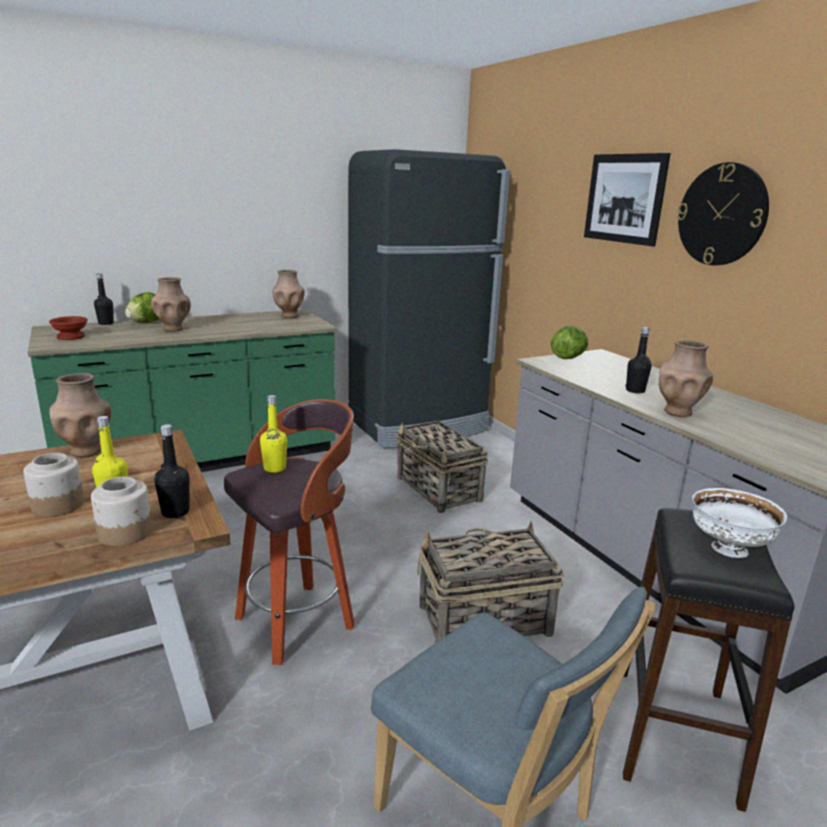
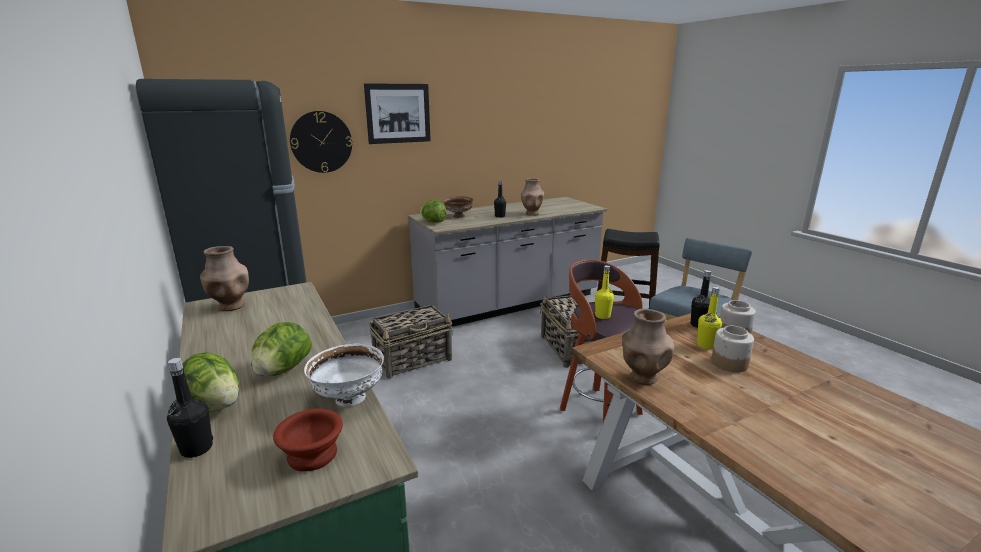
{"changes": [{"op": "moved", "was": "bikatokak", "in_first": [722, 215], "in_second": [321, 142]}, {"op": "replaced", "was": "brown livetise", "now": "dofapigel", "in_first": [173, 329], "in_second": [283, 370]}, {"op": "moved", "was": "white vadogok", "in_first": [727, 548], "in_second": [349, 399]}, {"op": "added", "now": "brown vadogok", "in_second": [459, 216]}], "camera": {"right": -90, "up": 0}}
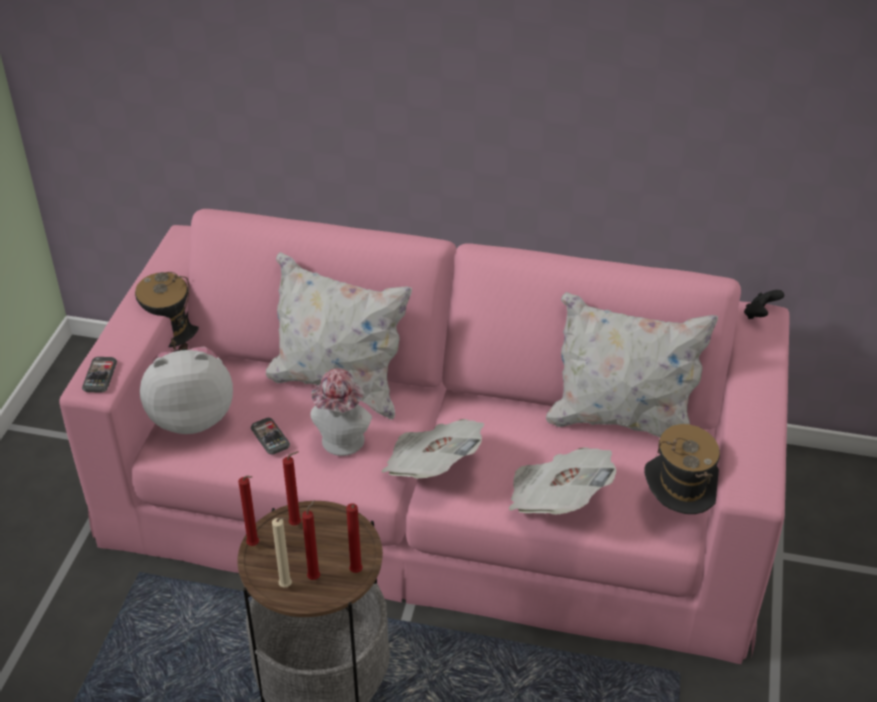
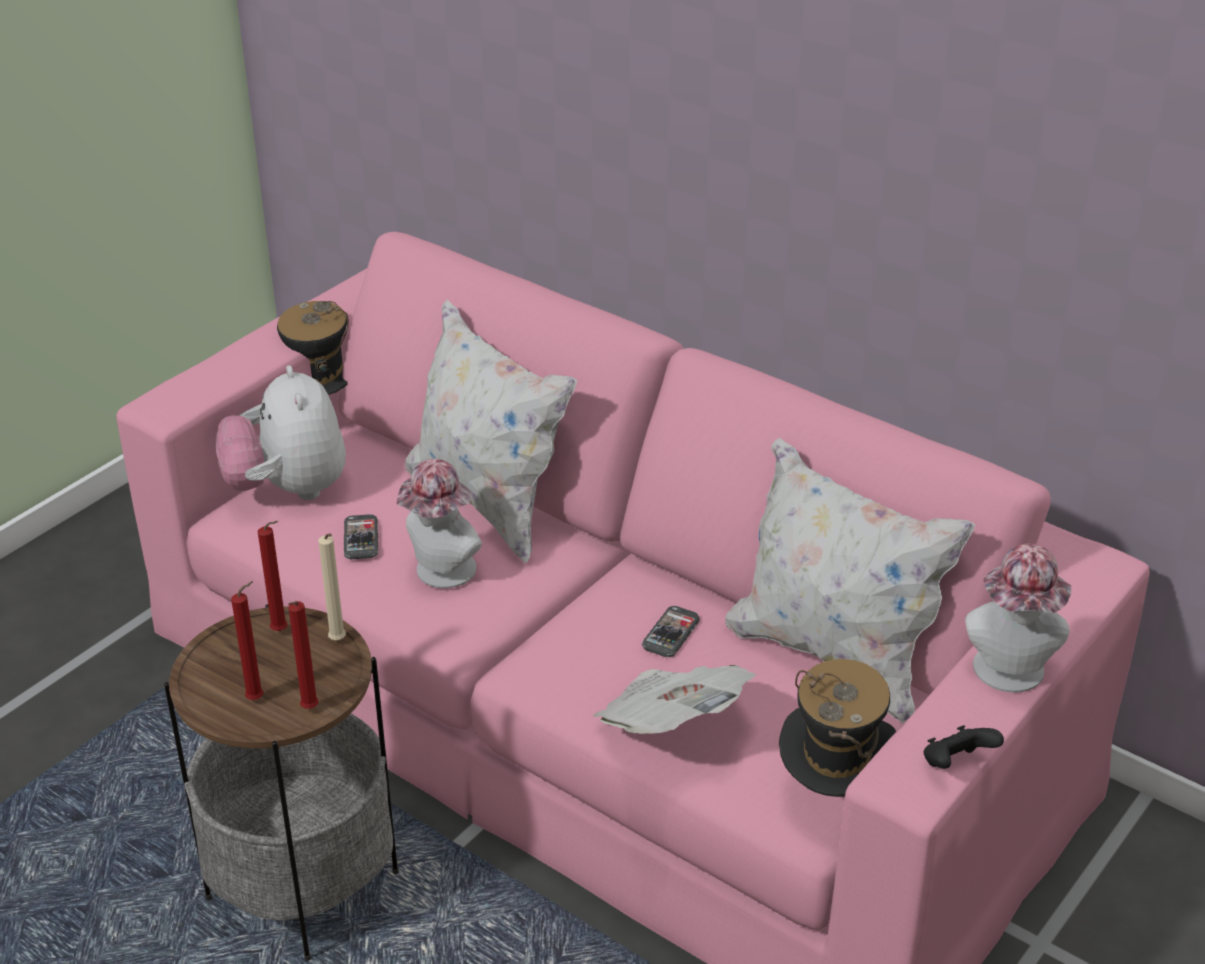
{"changes": [{"op": "moved", "was": "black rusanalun", "in_first": [760, 315], "in_second": [956, 765]}, {"op": "turned", "was": "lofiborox", "in_first": [192, 417], "in_second": [288, 489], "clockwise": -120}, {"op": "moved", "was": "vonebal", "in_first": [100, 376], "in_second": [671, 633]}, {"op": "removed", "was": "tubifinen", "in_first": [432, 466]}, {"op": "removed", "was": "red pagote", "in_first": [255, 545]}, {"op": "moved", "was": "beige pagote", "in_first": [287, 586], "in_second": [338, 642]}, {"op": "added", "now": "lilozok", "in_second": [1010, 675]}], "camera": {"right": 25, "up": -5}}
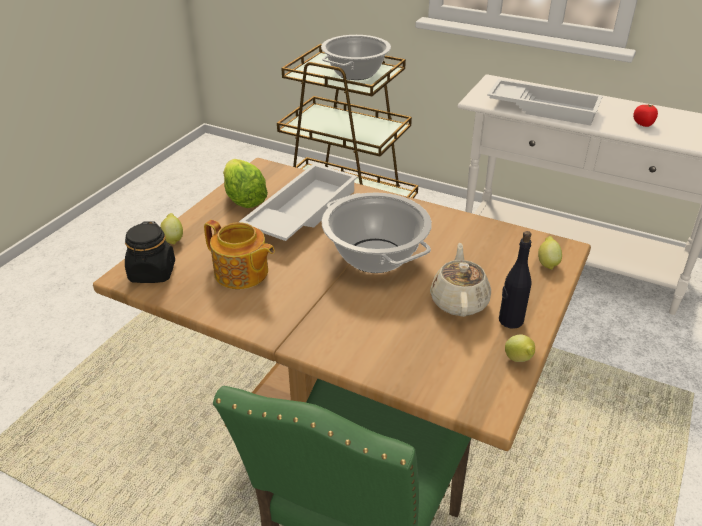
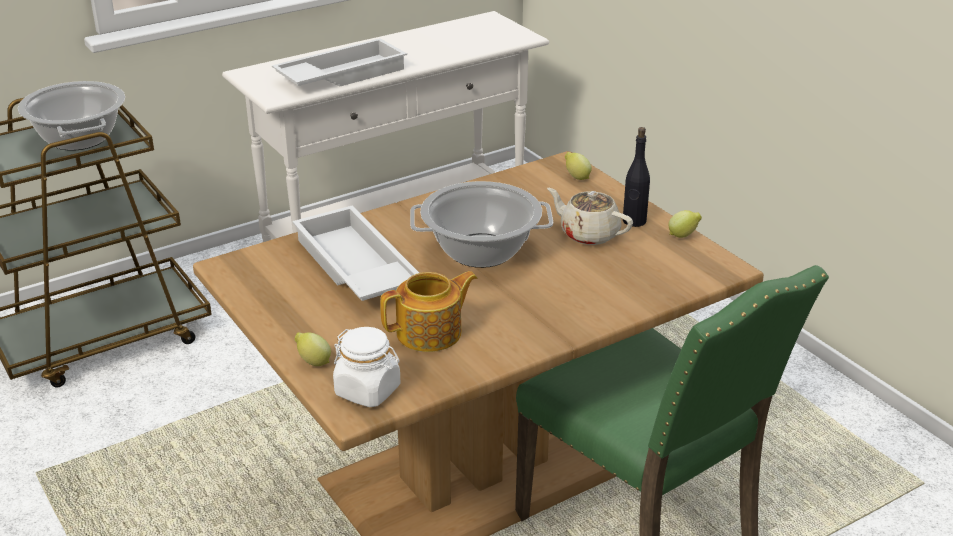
{"changes": [{"op": "removed", "was": "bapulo", "in_first": [643, 124]}, {"op": "removed", "was": "dofapigel", "in_first": [244, 199]}, {"op": "recoloured", "was": "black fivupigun", "now": "white fivupigun", "in_first": [152, 272], "in_second": [368, 391]}], "camera": {"right": -60, "up": -5}}
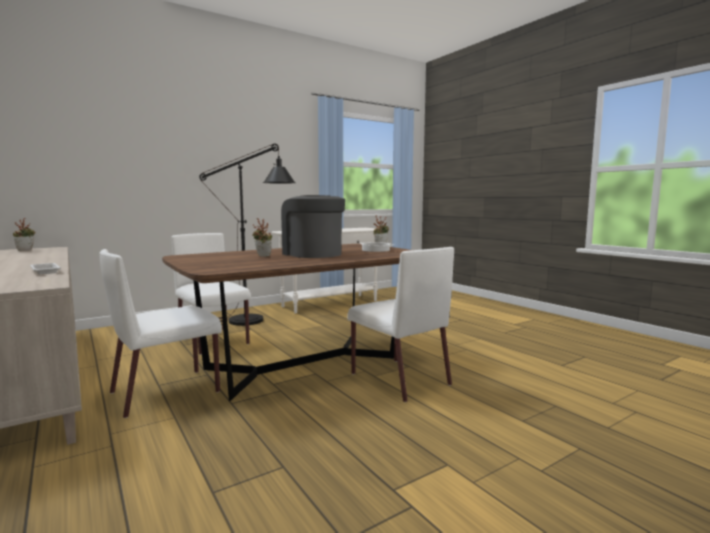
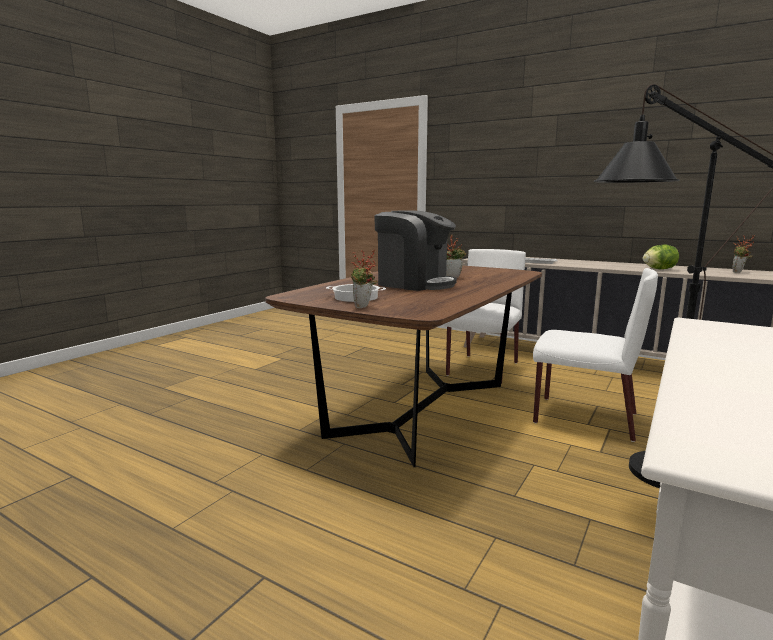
{"changes": [{"op": "removed", "was": "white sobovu", "in_first": [398, 378]}, {"op": "added", "now": "dofapigel", "in_second": [659, 269]}], "camera": {"right": 155, "up": 5}}
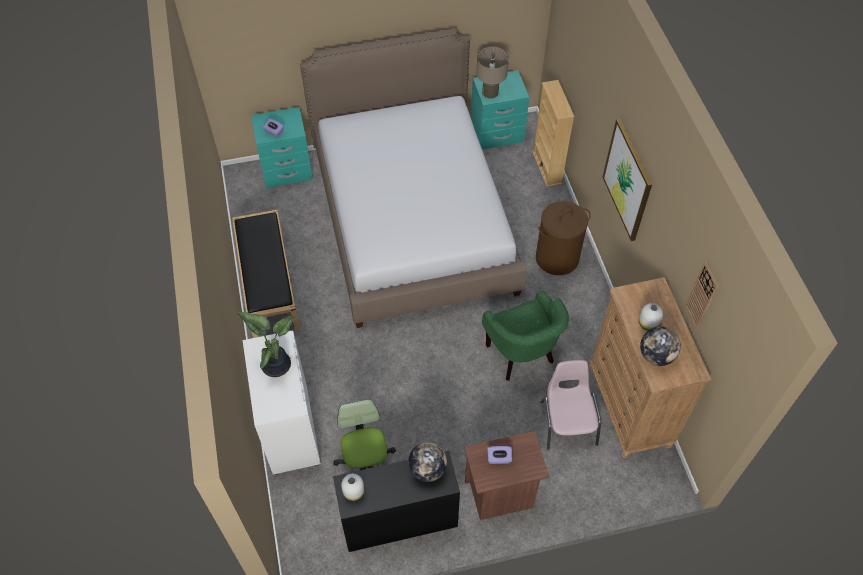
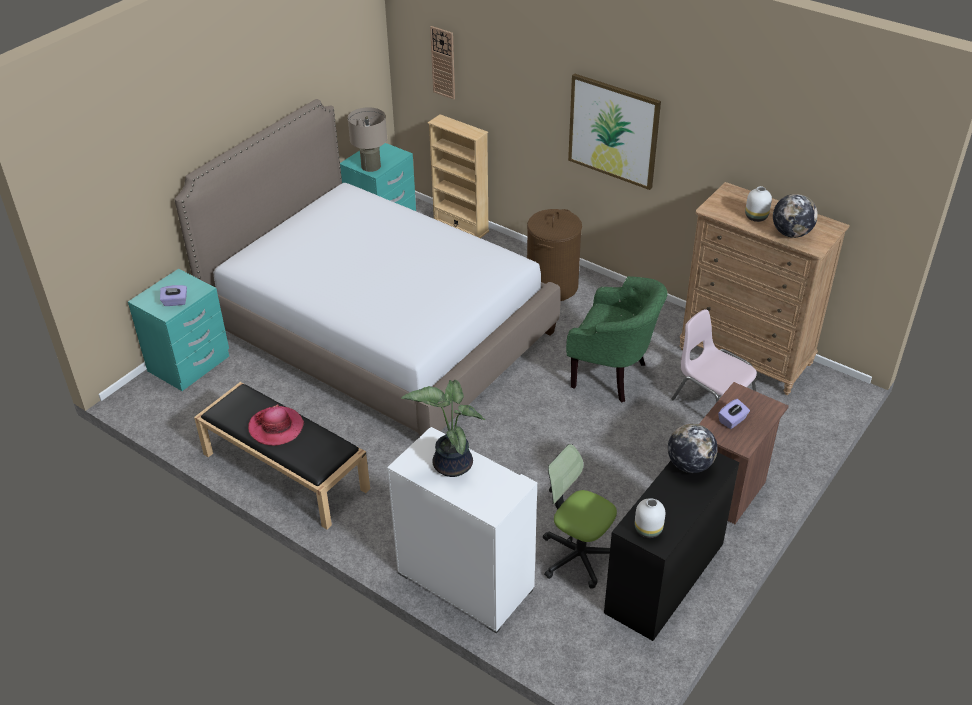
{"changes": [{"op": "moved", "was": "bikatokak", "in_first": [702, 296], "in_second": [443, 62]}, {"op": "added", "now": "lilozok", "in_second": [276, 427]}], "camera": {"right": -40, "up": -15}}
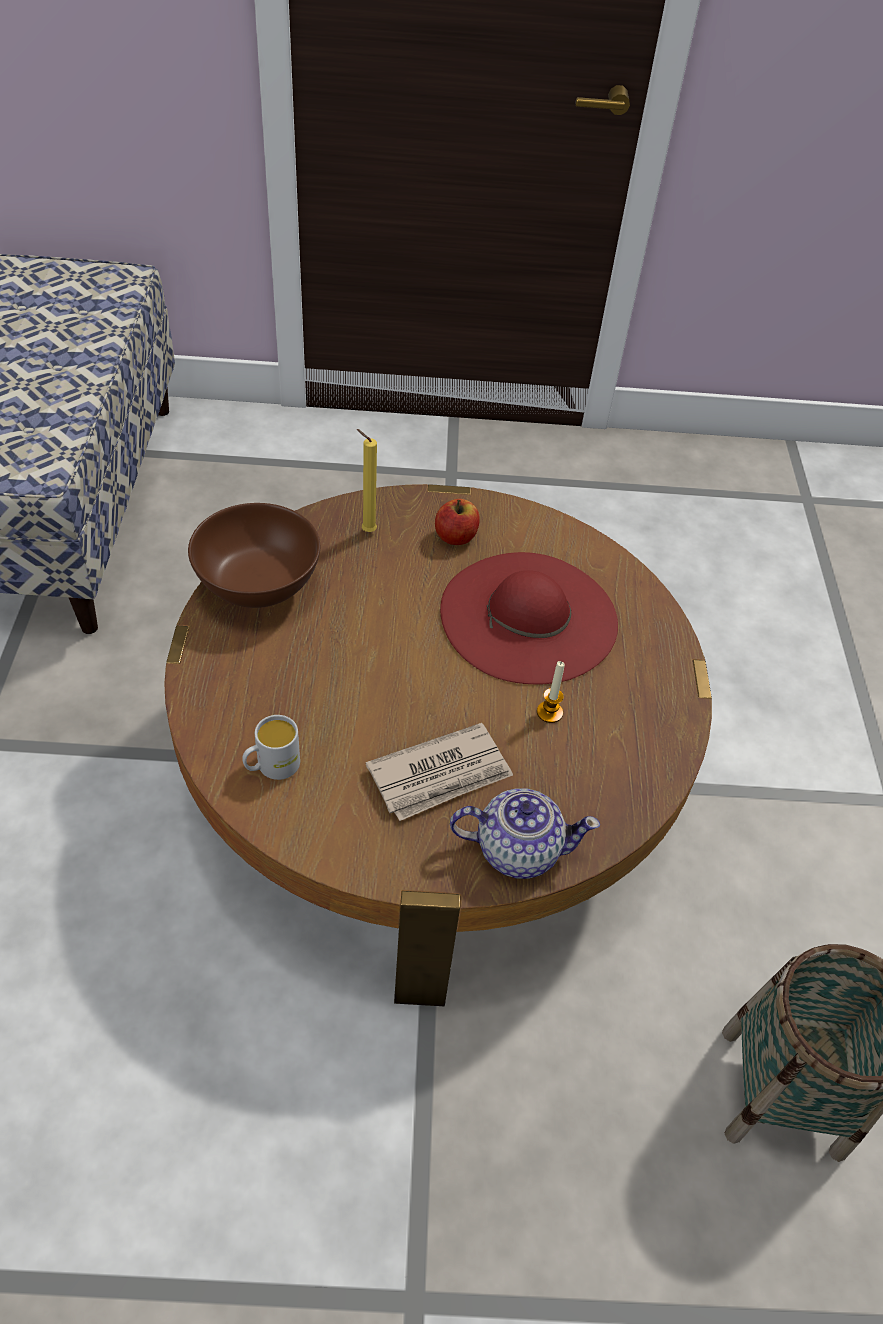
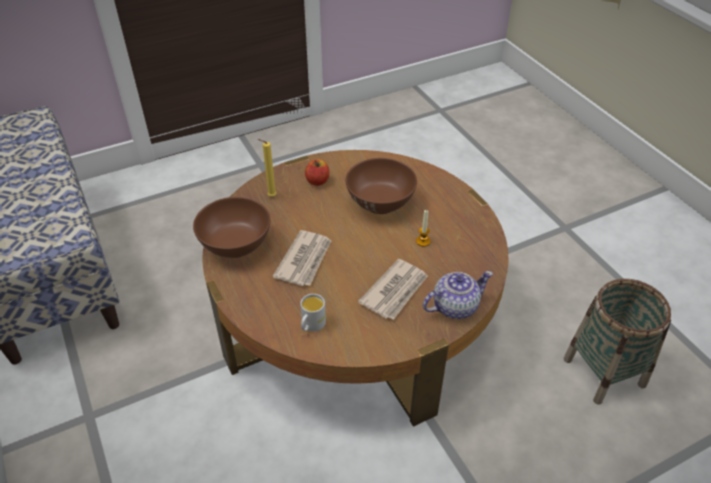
{"changes": [{"op": "replaced", "was": "red lilozok", "now": "brown vadogok", "in_first": [528, 616], "in_second": [380, 203]}, {"op": "added", "now": "tubifinen", "in_second": [305, 260]}], "camera": {"right": -25, "up": -5}}
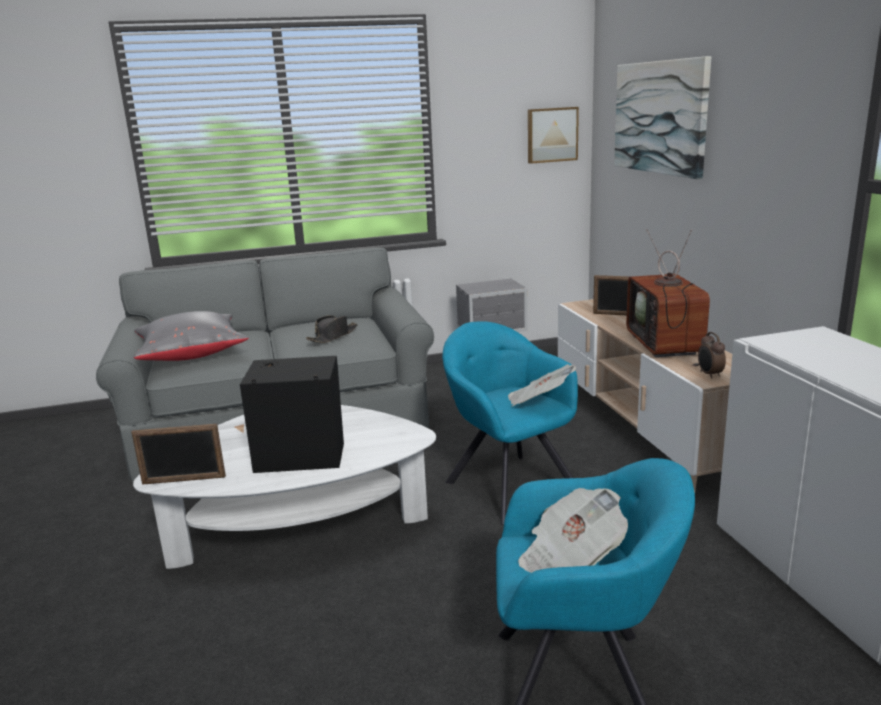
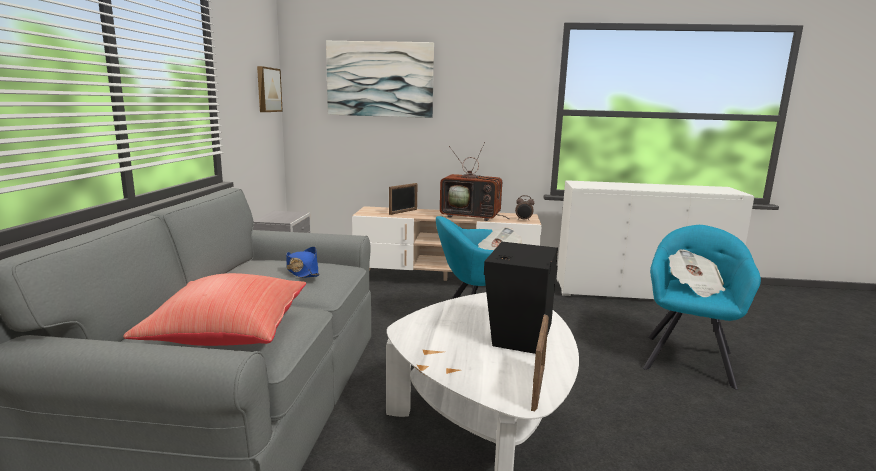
{"changes": [{"op": "recoloured", "was": "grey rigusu", "now": "red rigusu", "in_first": [191, 354], "in_second": [228, 334]}, {"op": "recoloured", "was": "black lilozok", "now": "blue lilozok", "in_first": [333, 336], "in_second": [302, 271]}], "camera": {"right": -70, "up": -5}}
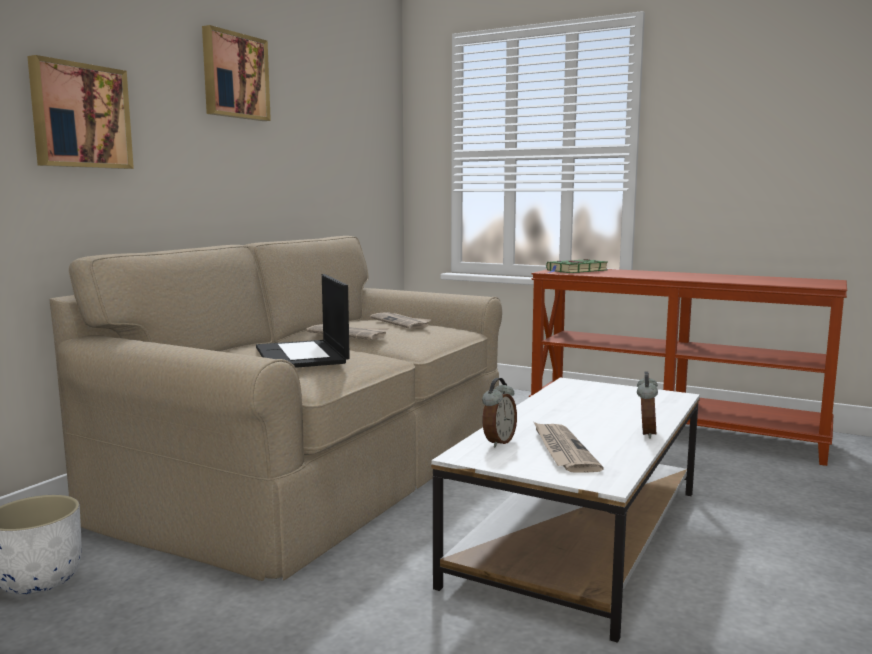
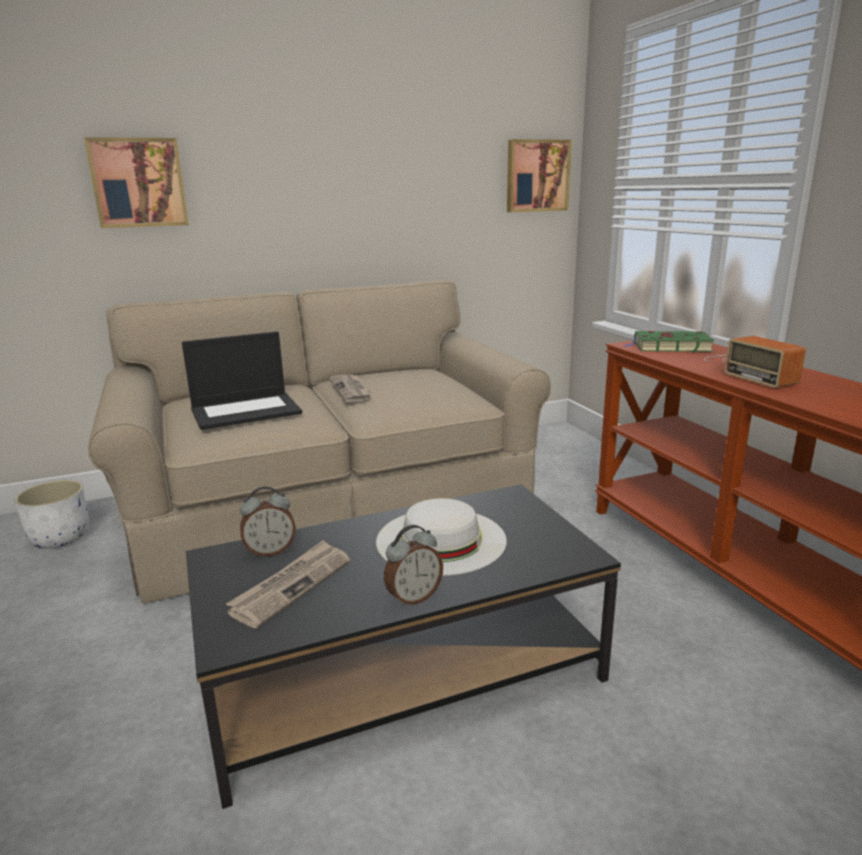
{"changes": [{"op": "moved", "was": "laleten", "in_first": [234, 76], "in_second": [536, 176]}, {"op": "turned", "was": "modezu", "in_first": [302, 355], "in_second": [247, 411], "clockwise": -135}, {"op": "removed", "was": "tubifinen", "in_first": [401, 322]}, {"op": "recoloured", "was": "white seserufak", "now": "black seserufak", "in_first": [579, 535], "in_second": [401, 671]}, {"op": "added", "now": "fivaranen", "in_second": [749, 369]}, {"op": "added", "now": "white lilozok", "in_second": [441, 540]}], "camera": {"right": 40, "up": 10}}
